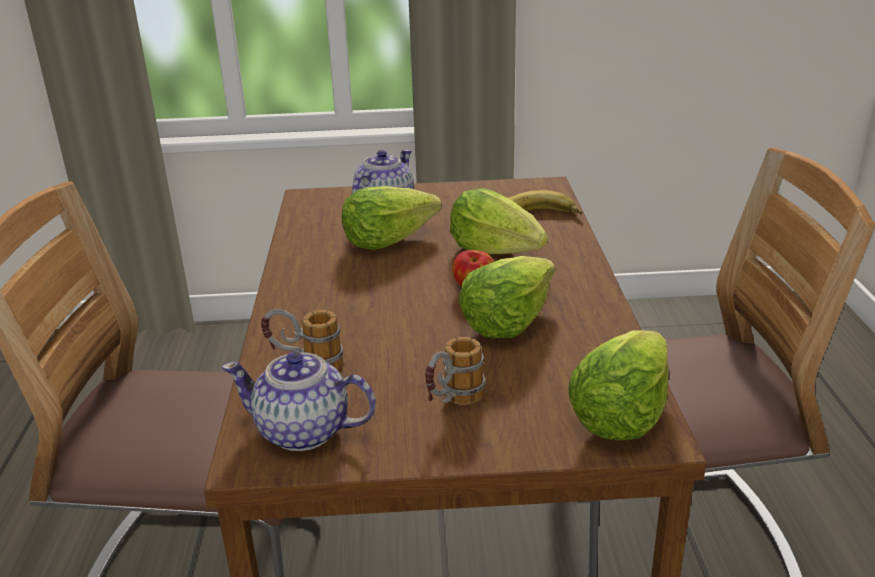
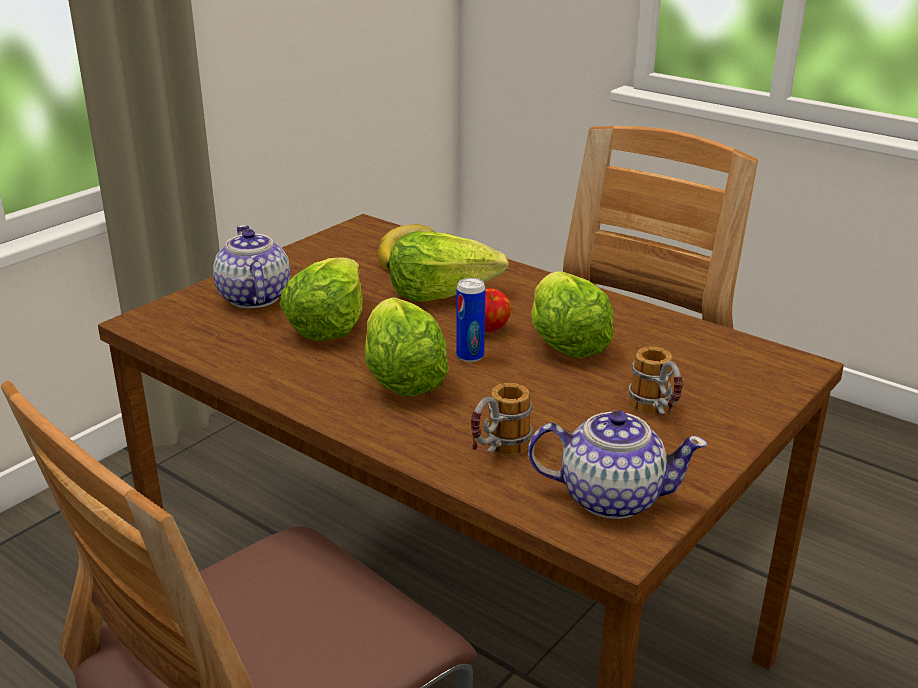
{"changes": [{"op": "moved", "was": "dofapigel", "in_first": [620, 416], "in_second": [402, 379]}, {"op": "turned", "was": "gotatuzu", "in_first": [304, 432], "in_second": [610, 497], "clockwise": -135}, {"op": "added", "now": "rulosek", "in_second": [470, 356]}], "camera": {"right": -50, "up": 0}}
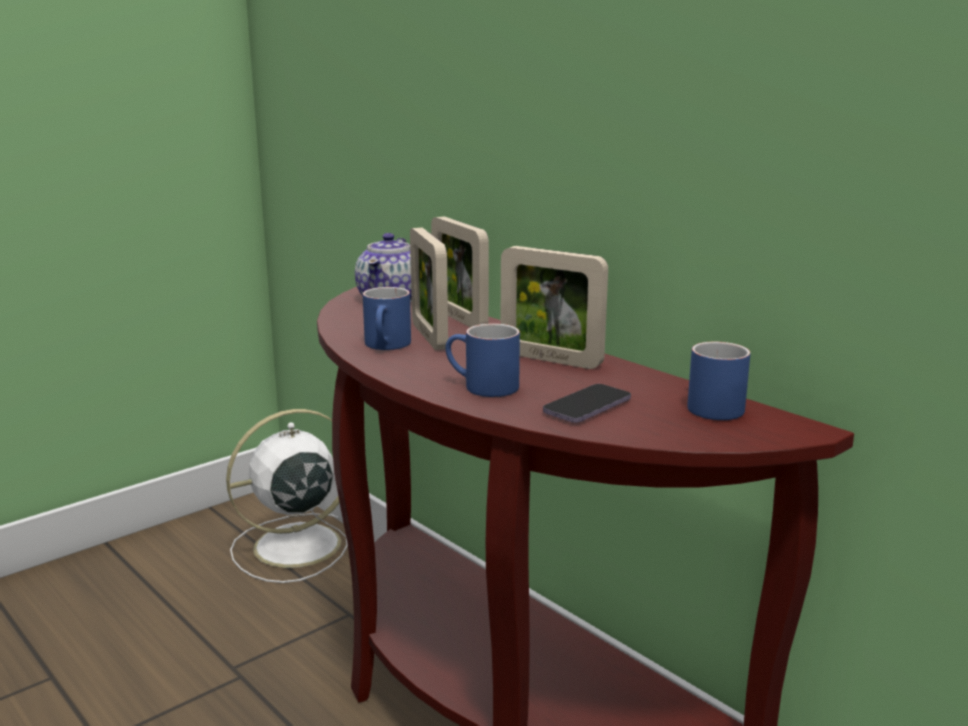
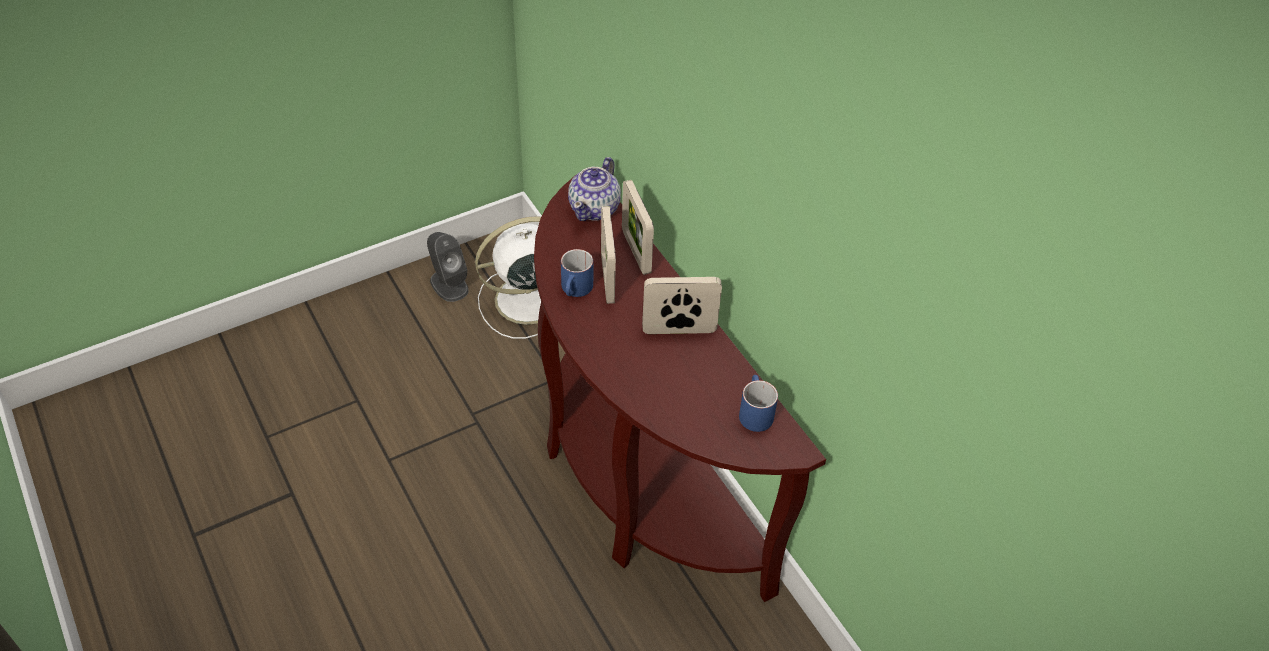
{"changes": [{"op": "turned", "was": "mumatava", "in_first": [551, 359], "in_second": [679, 330], "clockwise": 135}, {"op": "removed", "was": "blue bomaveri", "in_first": [481, 387]}, {"op": "removed", "was": "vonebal", "in_first": [587, 407]}, {"op": "added", "now": "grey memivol", "in_second": [449, 284]}], "camera": {"right": 10, "up": 30}}
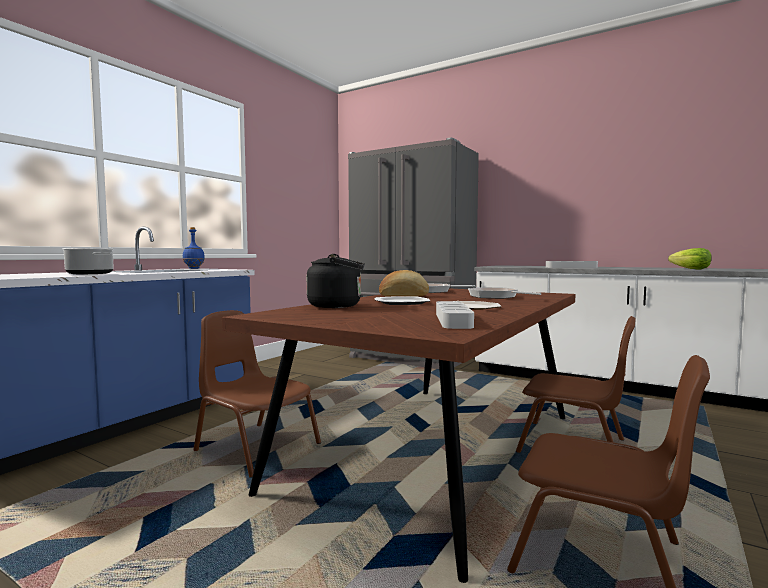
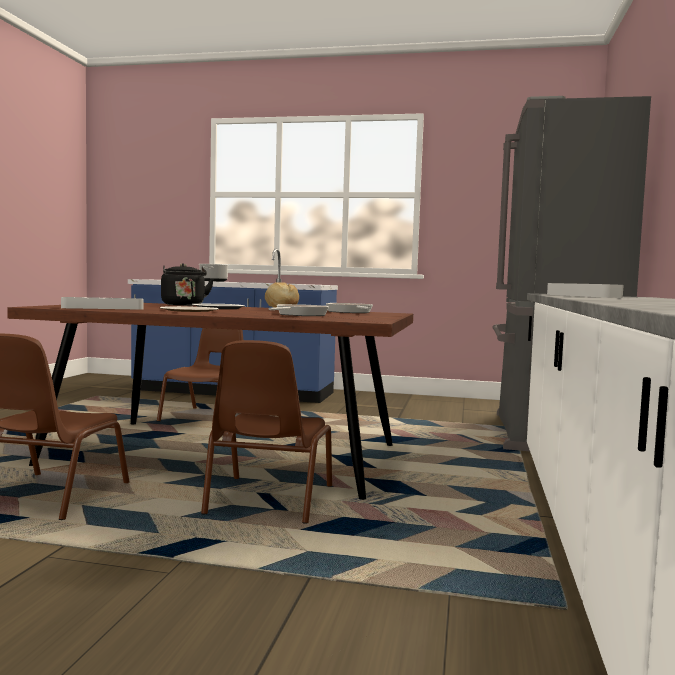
{"changes": [{"op": "removed", "was": "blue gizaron", "in_first": [194, 268]}, {"op": "removed", "was": "dofapigel", "in_first": [691, 269]}], "camera": {"right": 70, "up": 0}}
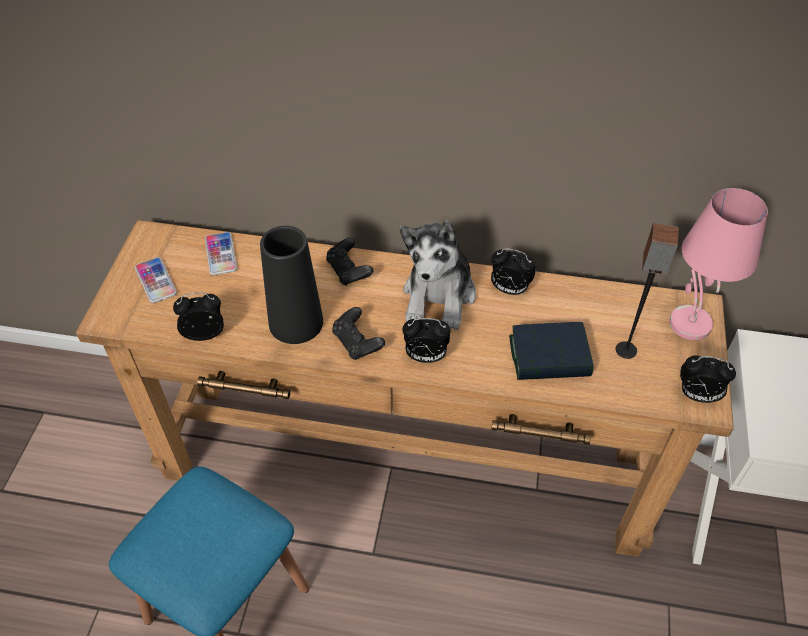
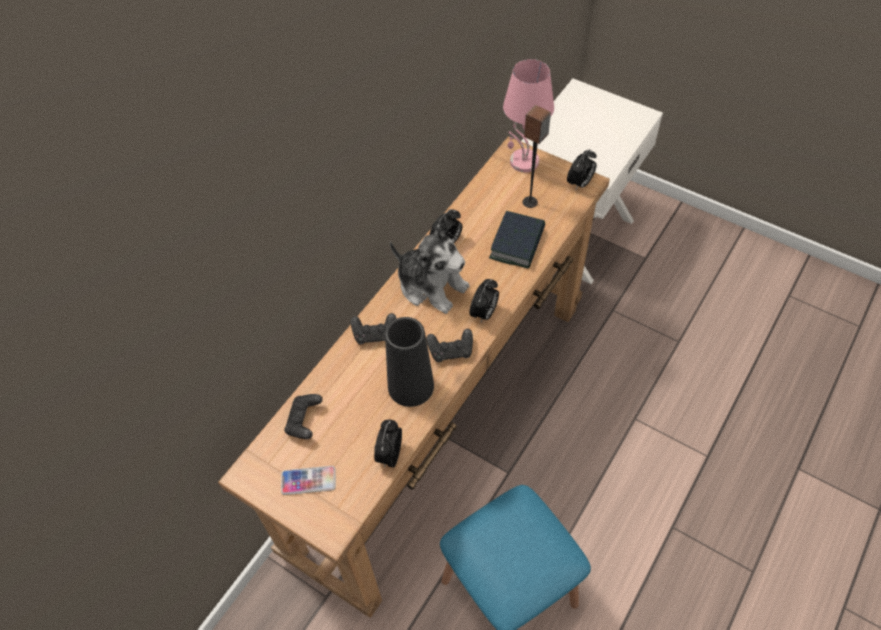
{"changes": [{"op": "replaced", "was": "vonebal", "now": "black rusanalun", "in_first": [221, 254], "in_second": [304, 422]}], "camera": {"right": -65, "up": 5}}
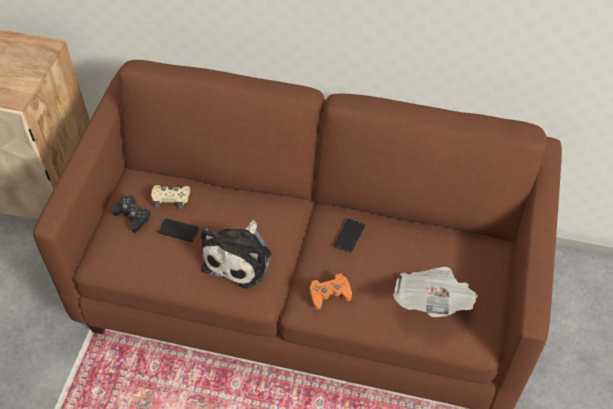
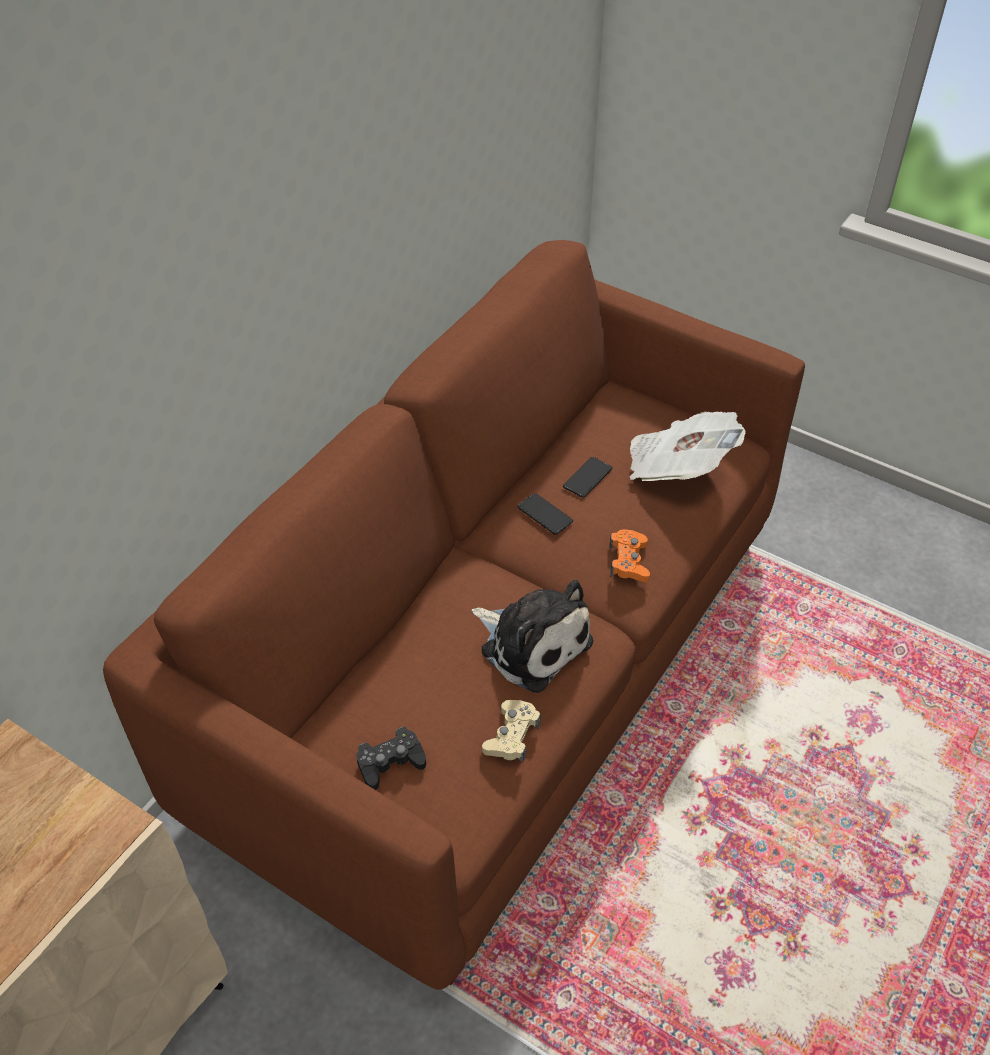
{"changes": [{"op": "moved", "was": "beige rusanalun", "in_first": [171, 198], "in_second": [512, 736]}, {"op": "moved", "was": "vonebal", "in_first": [178, 230], "in_second": [587, 478]}], "camera": {"right": -70, "up": -5}}
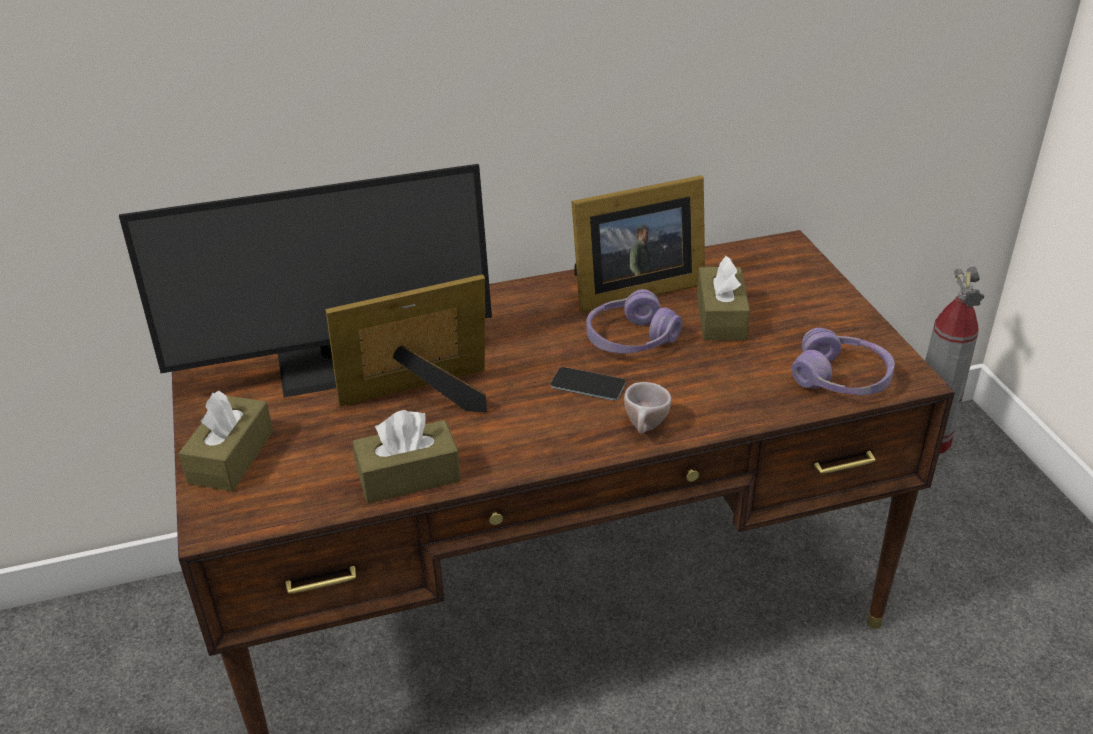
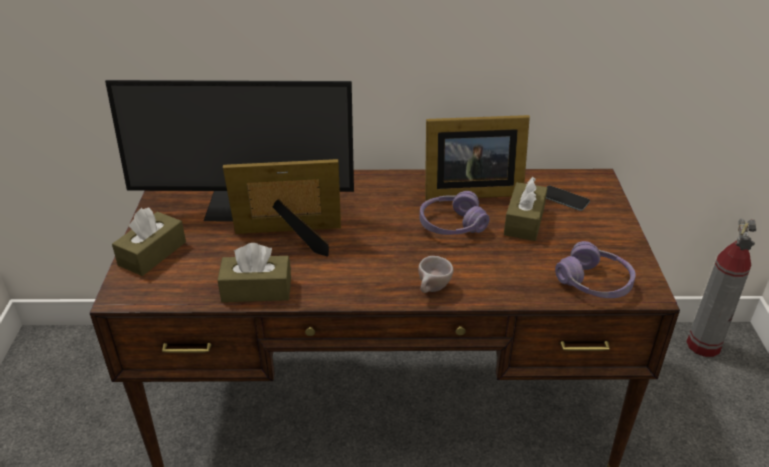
{"changes": [{"op": "moved", "was": "vonebal", "in_first": [588, 384], "in_second": [564, 198]}], "camera": {"right": 15, "up": 0}}
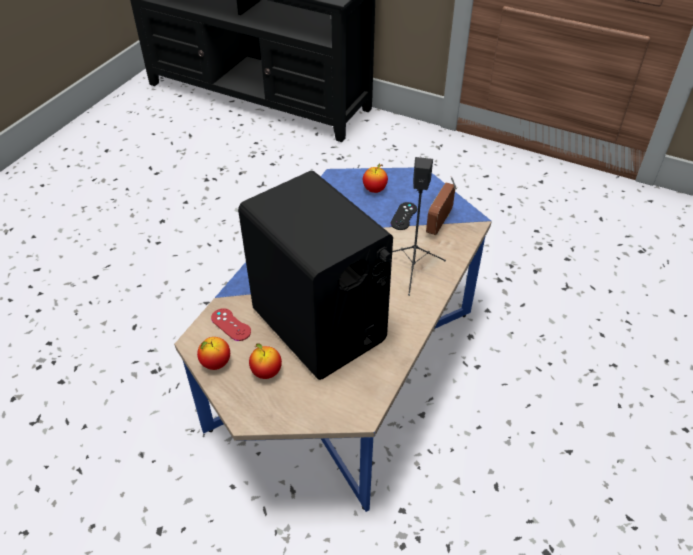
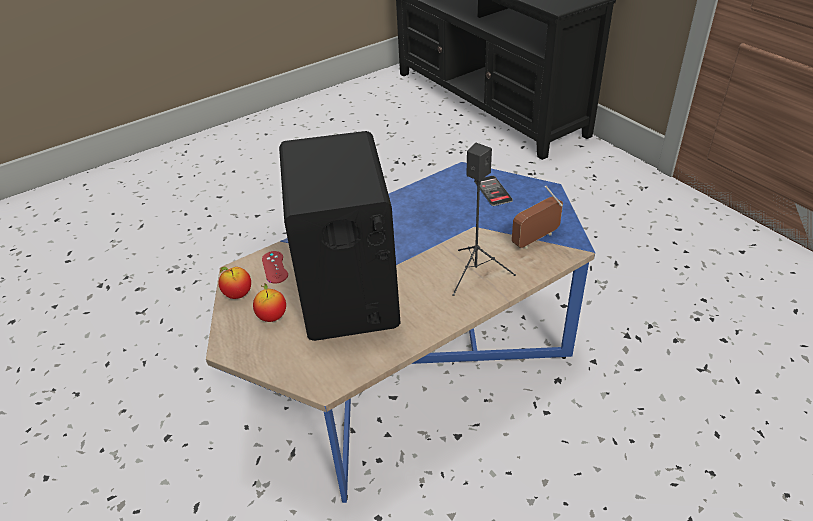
{"changes": [{"op": "replaced", "was": "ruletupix", "now": "vonebal", "in_first": [374, 190], "in_second": [493, 191]}, {"op": "removed", "was": "black rusanalun", "in_first": [404, 216]}], "camera": {"right": 30, "up": -5}}
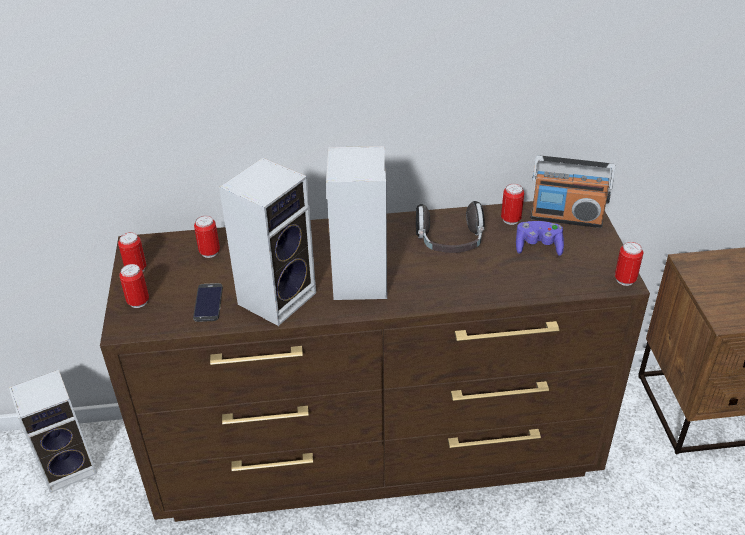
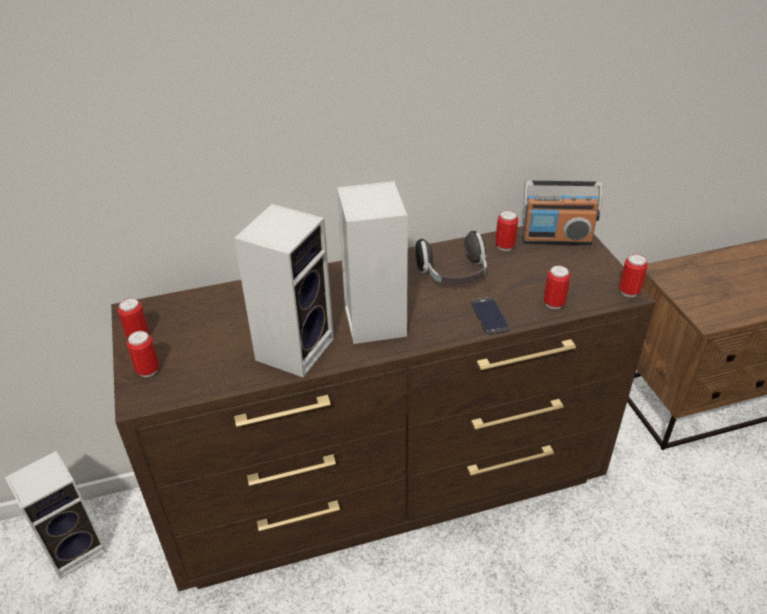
{"changes": [{"op": "moved", "was": "rulosek", "in_first": [209, 252], "in_second": [554, 303]}, {"op": "removed", "was": "purple rusanalun", "in_first": [538, 247]}, {"op": "moved", "was": "vonebal", "in_first": [208, 303], "in_second": [490, 316]}], "camera": {"right": -10, "up": 0}}
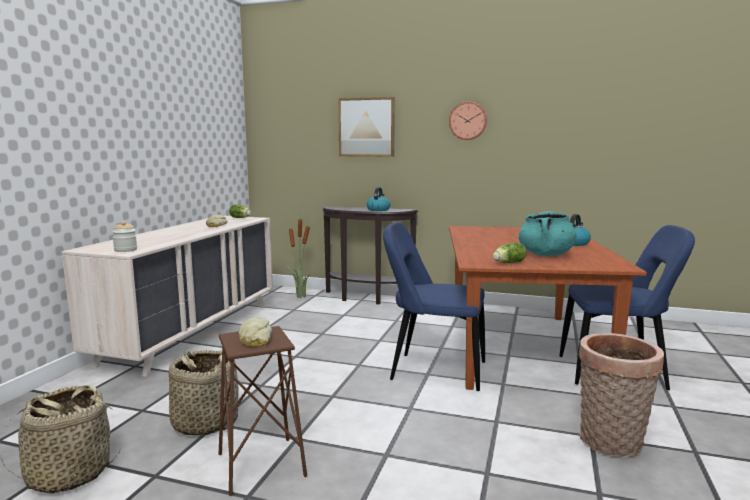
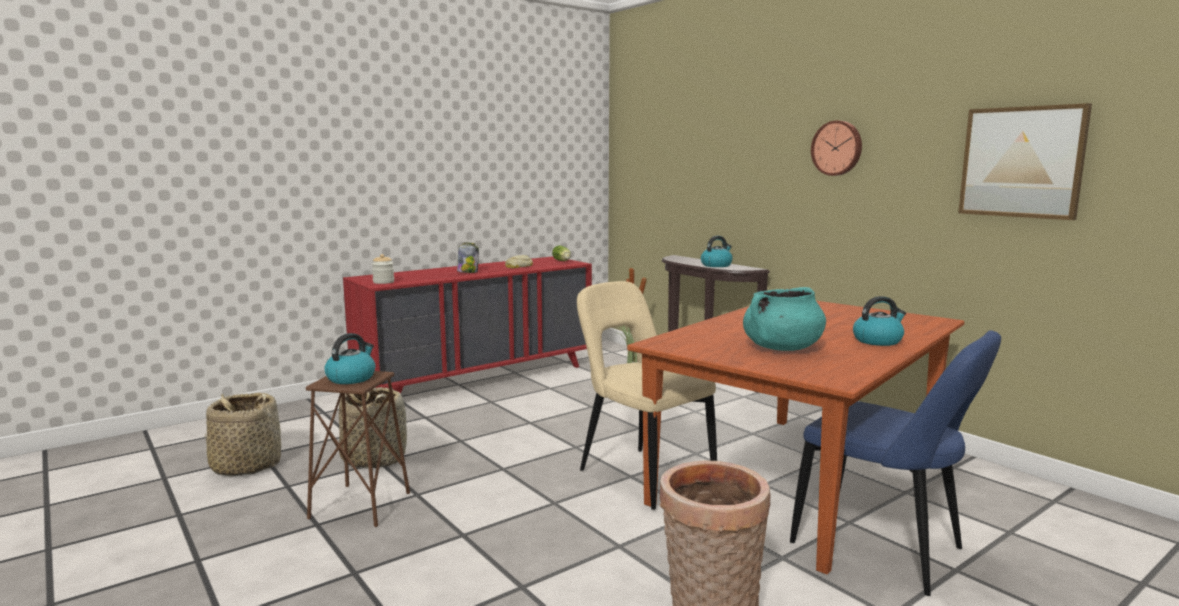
{"changes": [{"op": "moved", "was": "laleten", "in_first": [366, 127], "in_second": [1022, 162]}, {"op": "recoloured", "was": "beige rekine", "now": "red rekine", "in_first": [192, 332], "in_second": [479, 378]}, {"op": "recoloured", "was": "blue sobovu", "now": "beige sobovu", "in_first": [433, 371], "in_second": [641, 475]}, {"op": "removed", "was": "dofapigel", "in_first": [507, 263]}, {"op": "replaced", "was": "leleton", "now": "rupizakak", "in_first": [255, 338], "in_second": [351, 378]}, {"op": "added", "now": "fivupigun", "in_second": [468, 272]}], "camera": {"right": 35, "up": 0}}
